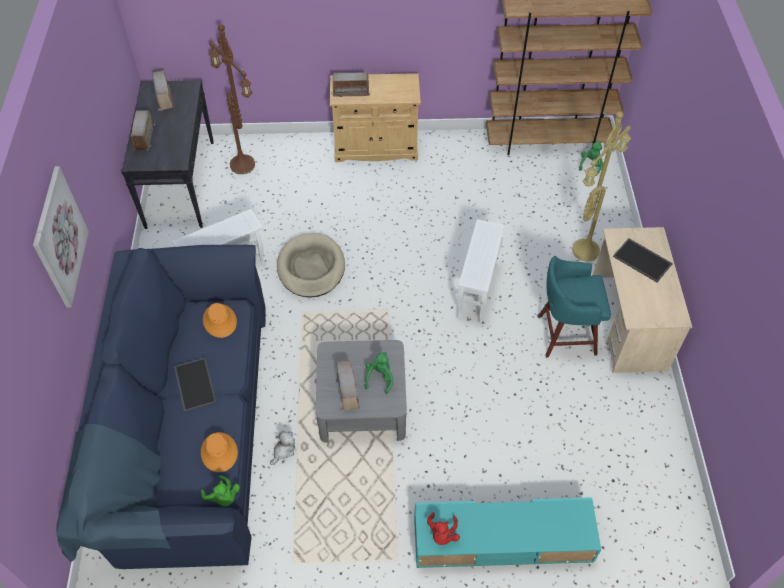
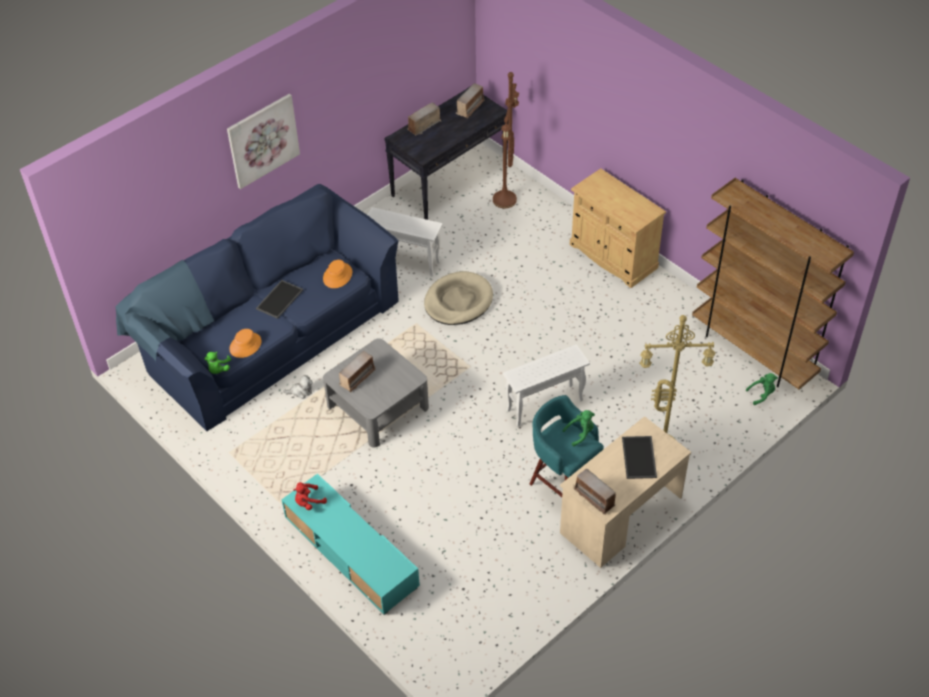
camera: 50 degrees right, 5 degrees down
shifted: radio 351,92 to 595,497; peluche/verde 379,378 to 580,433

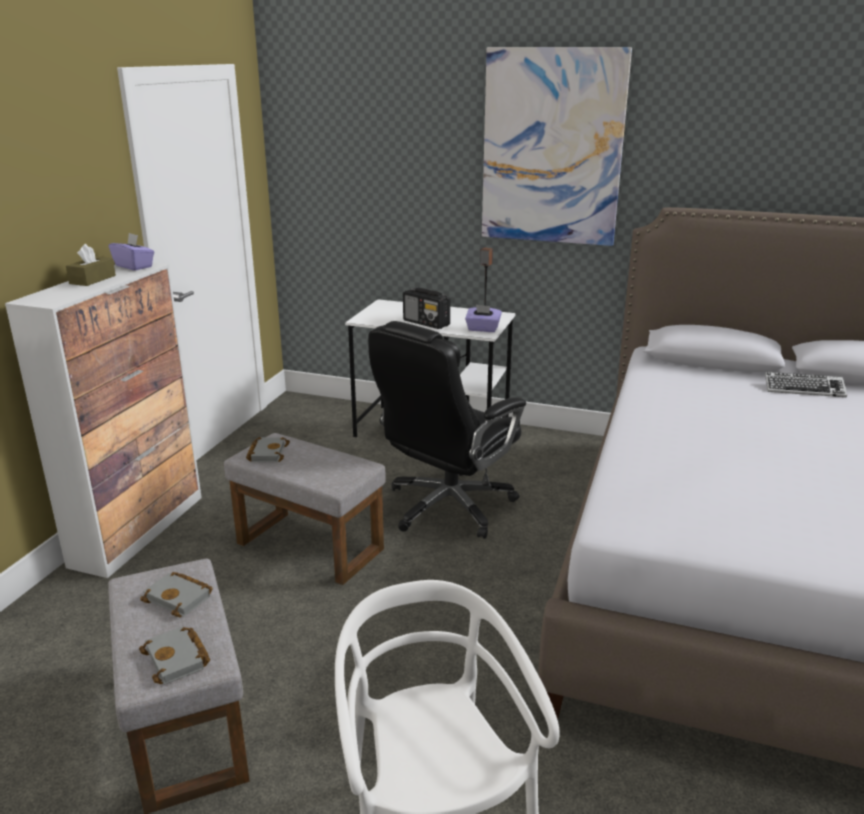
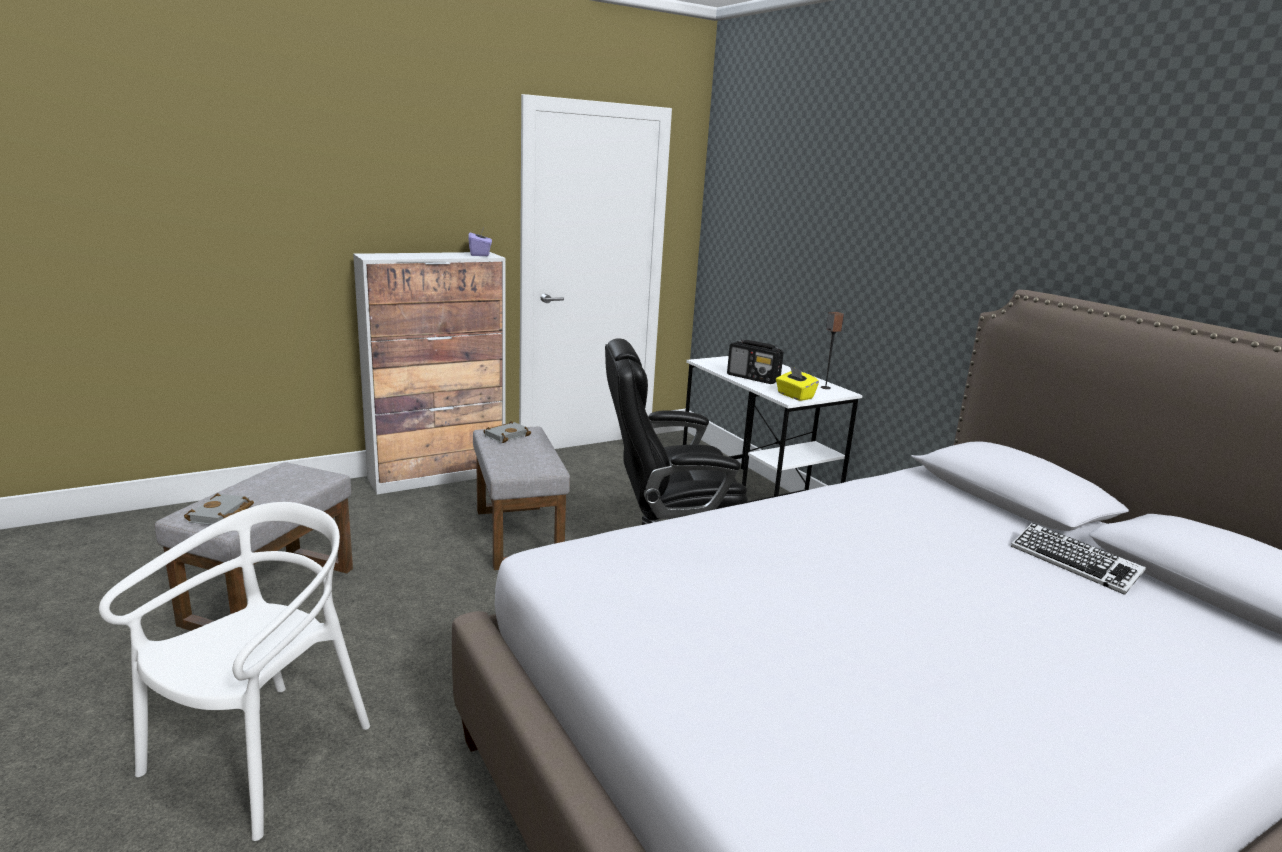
camera: 40 degrees right, 5 degrees down
gone: caja de pañuelos/marrón 92,279; libro/gris 180,598; cuadro 552,148
repainted: caja de pañuelos/morado 482,329 to caja de pañuelos/amarillo 794,396
rotated: radio 426,323 = 753,378 45 degrees counterclockwise

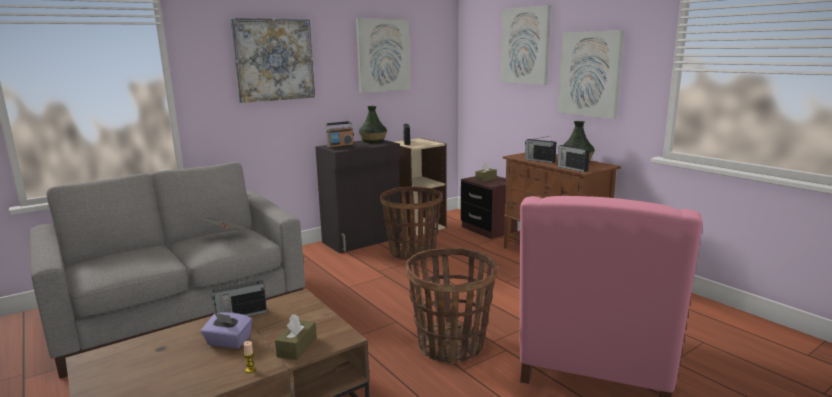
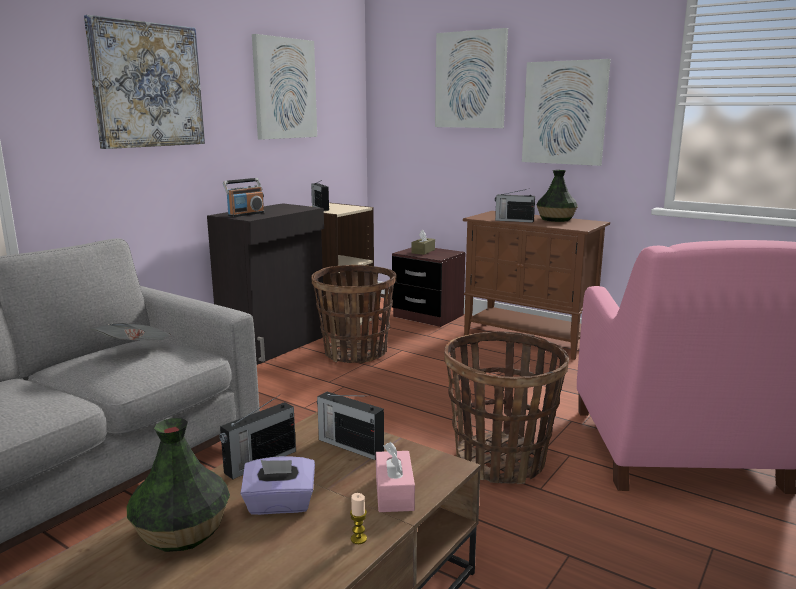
camera: 20 degrees left, 0 degrees up
shifted: florero 372,141 to 181,531; radio 572,168 to 349,446
repainted: caja de pañuelos/marrón 297,347 to caja de pañuelos/rosa 394,492

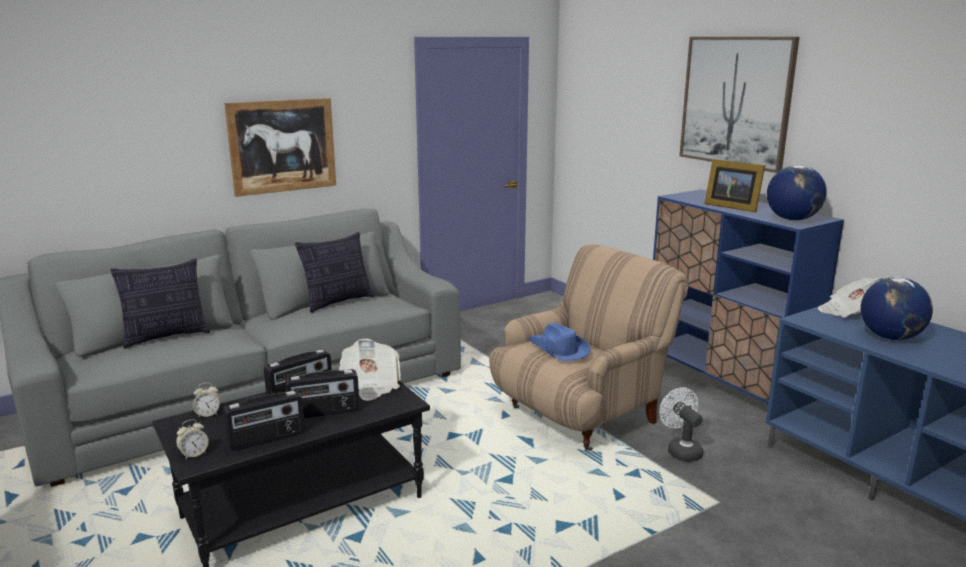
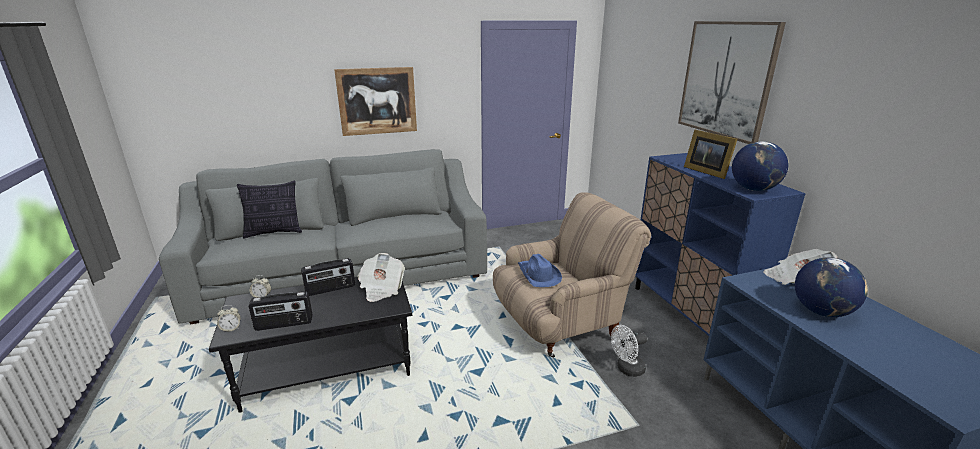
camera: 15 degrees right, 5 degrees up
gone: radio 324,412; cojín 338,302
rotated: ventilador/blanco 681,450 = 627,369 105 degrees counterclockwise

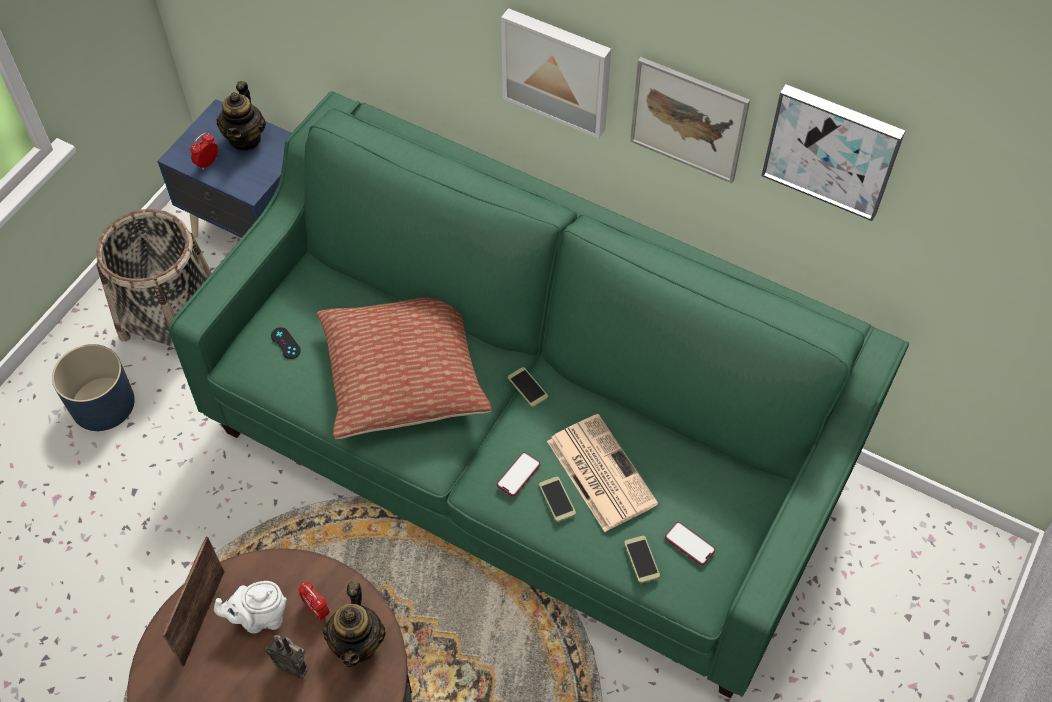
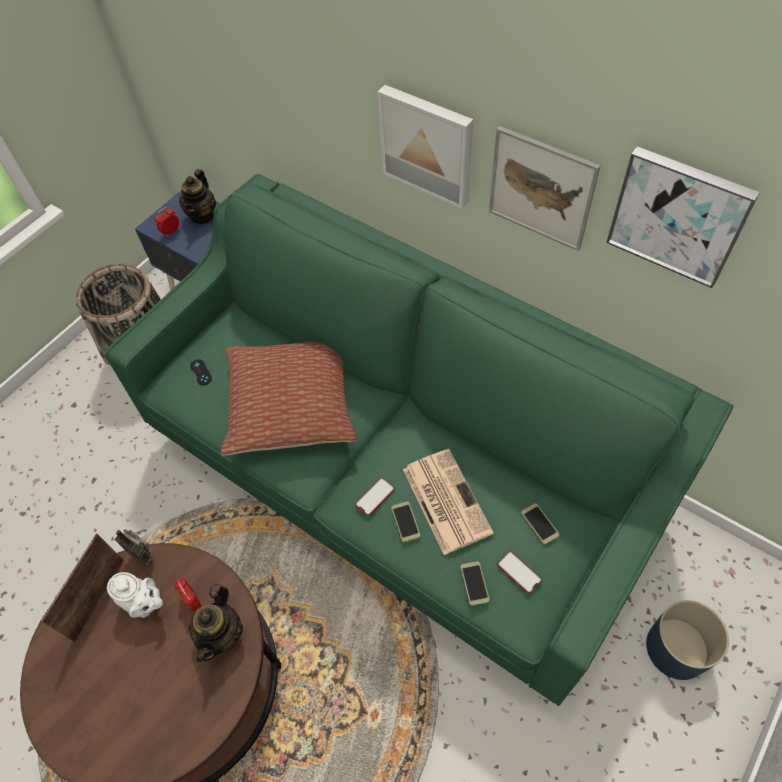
camera: 10 degrees right, 0 degrees up
shifted: maceta/azul 102,404 to 676,649; radio 292,665 to 144,555; móvil 527,387 to 539,524
rotated: tetera/blanco 260,618 = 145,604 150 degrees counterclockwise

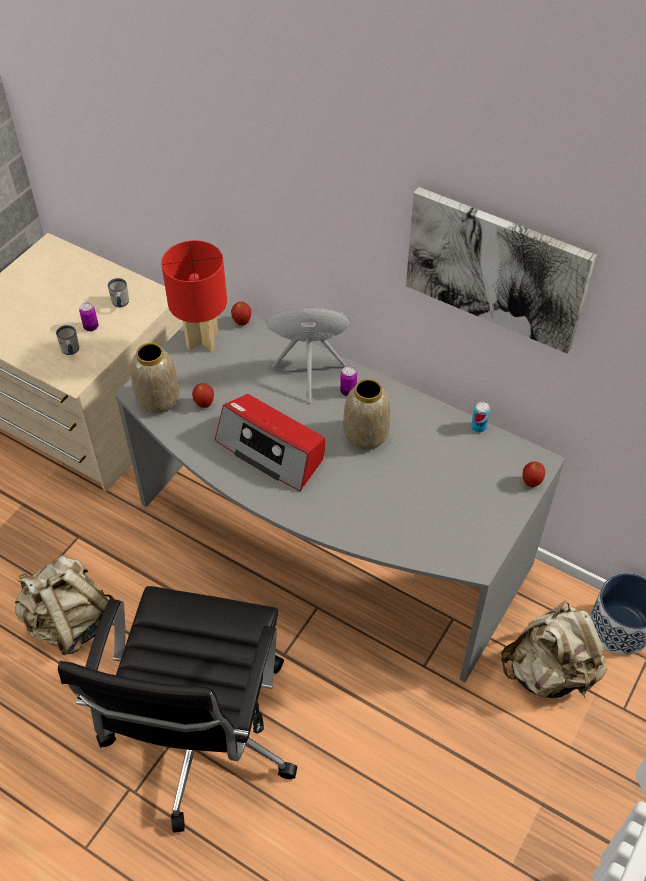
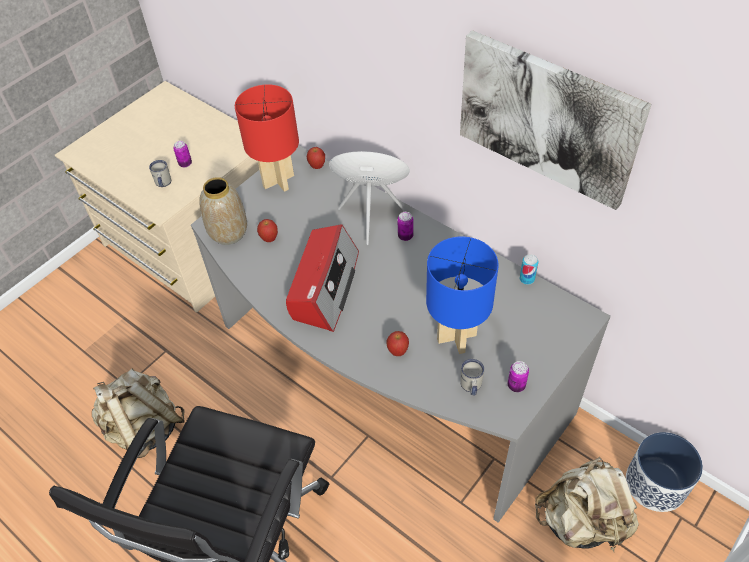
camera: 10 degrees right, 0 degrees up
gone: florero 366,435
new: lámpara de mesa/azul 457,338; lata 516,385
shifted: taza grande/blanco 120,304 to 471,387; manzana 531,482 to 398,351
rotated: radio 272,450 = 324,287 120 degrees counterclockwise

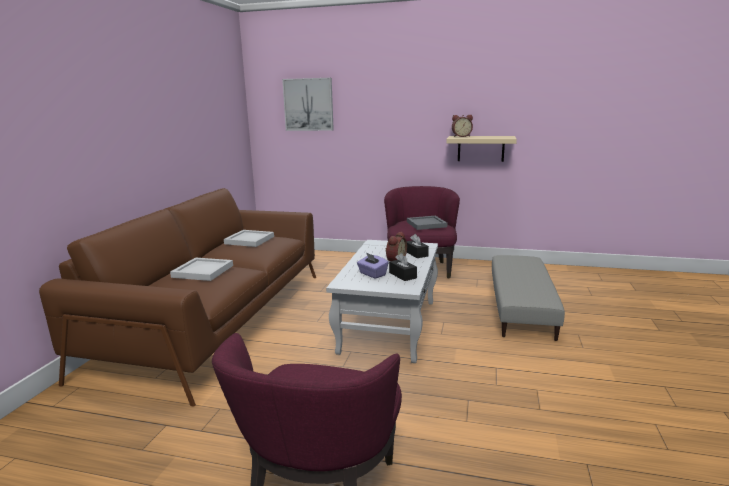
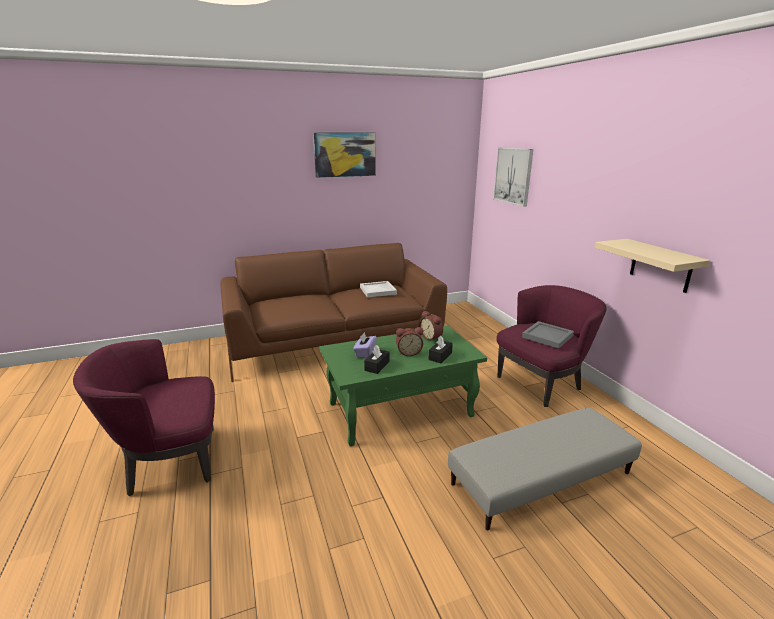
camera: 55 degrees right, 5 degrees up
gone: bandeja/blanco 202,271
new: cuadro 345,154
shifted: despertador 461,136 to 431,337
repainted: mesa de centro/blanco 389,325 to mesa de centro/verde 401,409

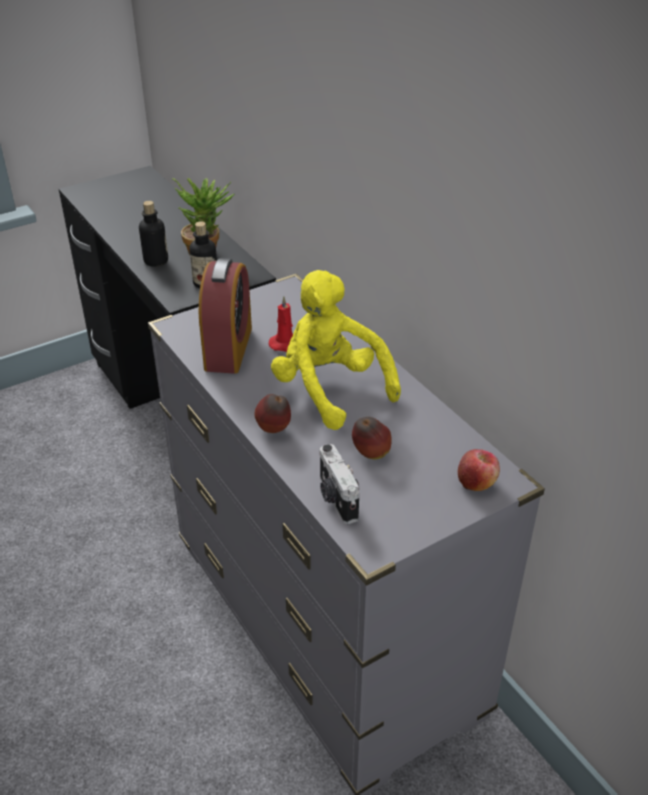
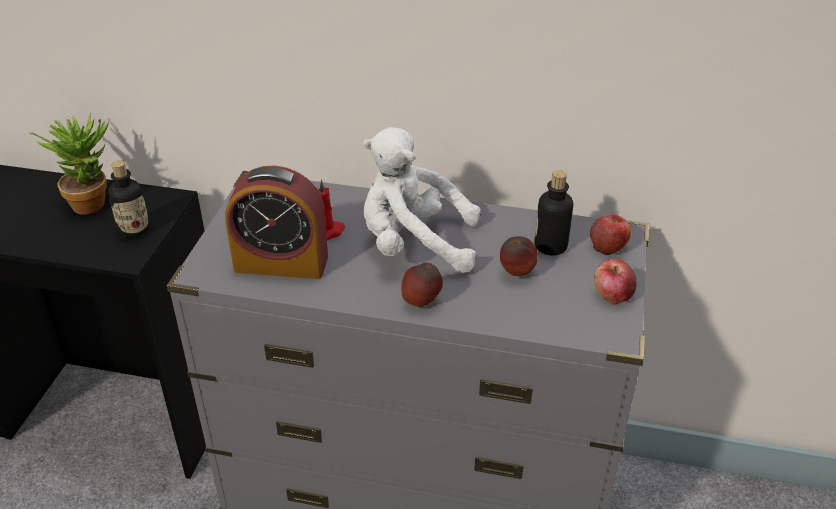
camera: 45 degrees left, 0 degrees up
gone: cámara 336,499
new: manzana 612,294
shifted: botella 156,261 to 550,246
repainted: peluche/amarillo 329,389 to peluche/blanco 414,245
rotated: despertador 228,348 = 281,263 135 degrees clockwise

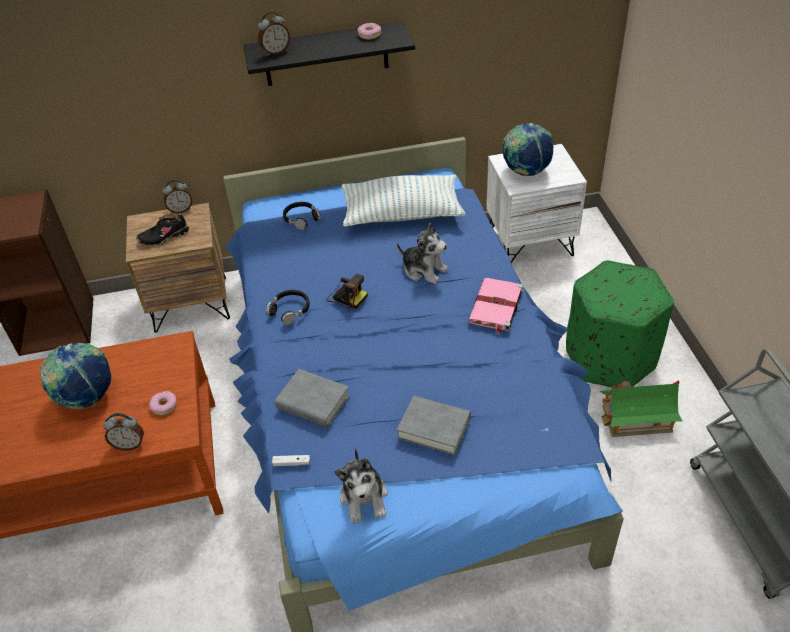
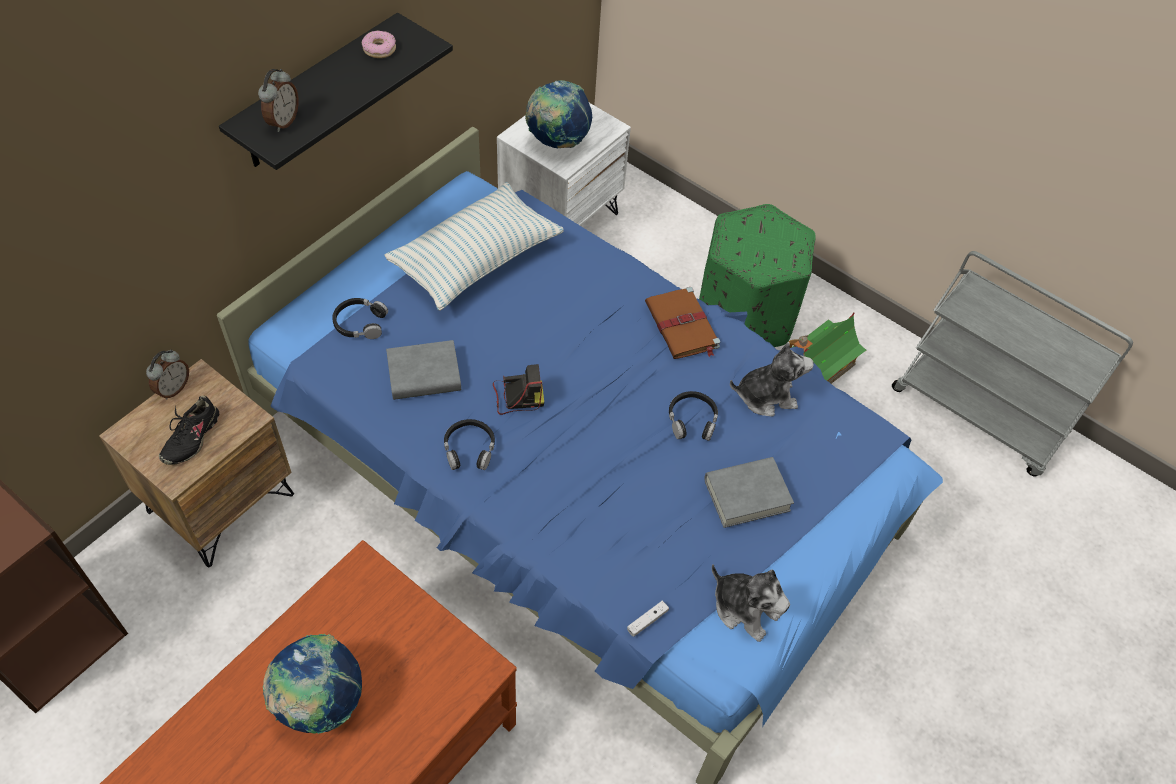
camera: 45 degrees left, 10 degrees up
gone: despertador 129,444; rosquilla 164,405
new: auriculares/negro 692,420
shifted: libro/gris 313,402 to 424,375; peluche 424,270 to 766,396
repainted: libro/rosa 495,307 to libro/marrón 682,326

